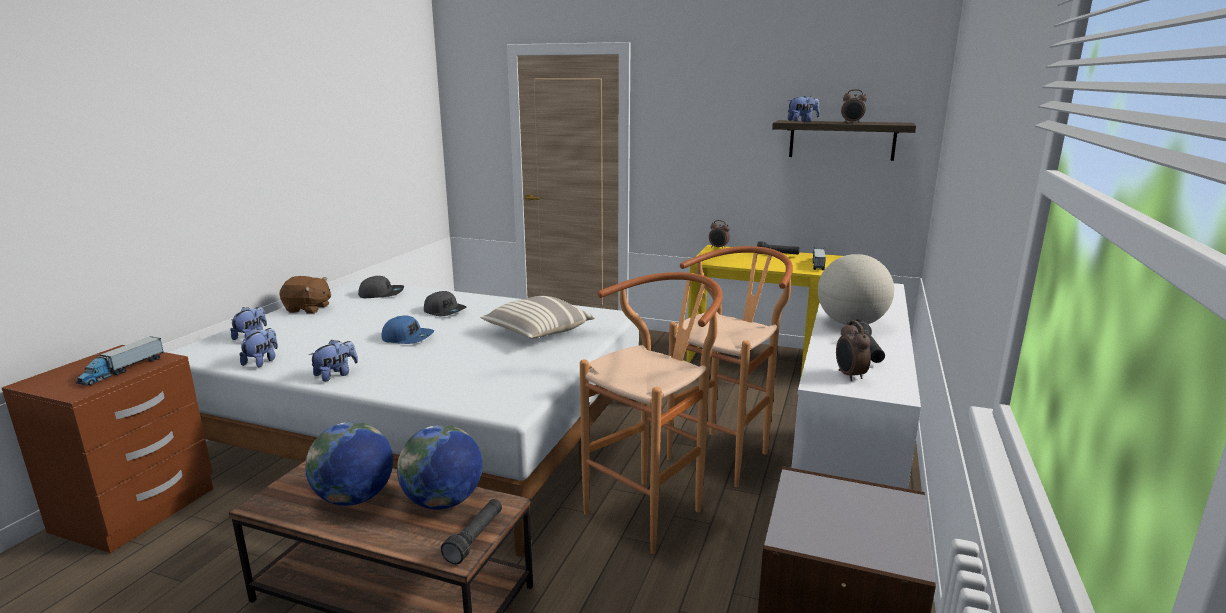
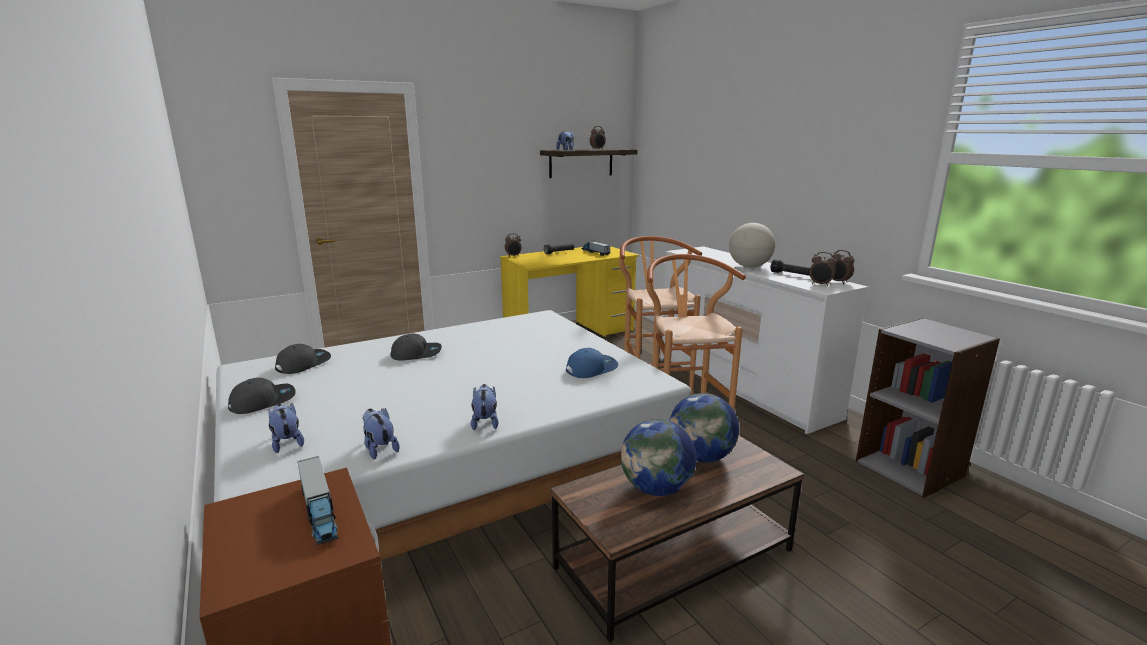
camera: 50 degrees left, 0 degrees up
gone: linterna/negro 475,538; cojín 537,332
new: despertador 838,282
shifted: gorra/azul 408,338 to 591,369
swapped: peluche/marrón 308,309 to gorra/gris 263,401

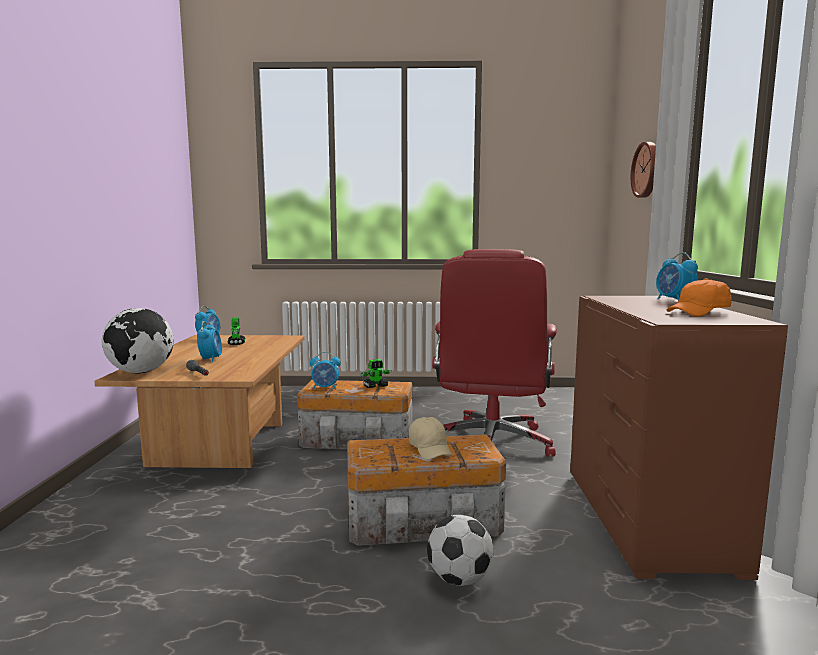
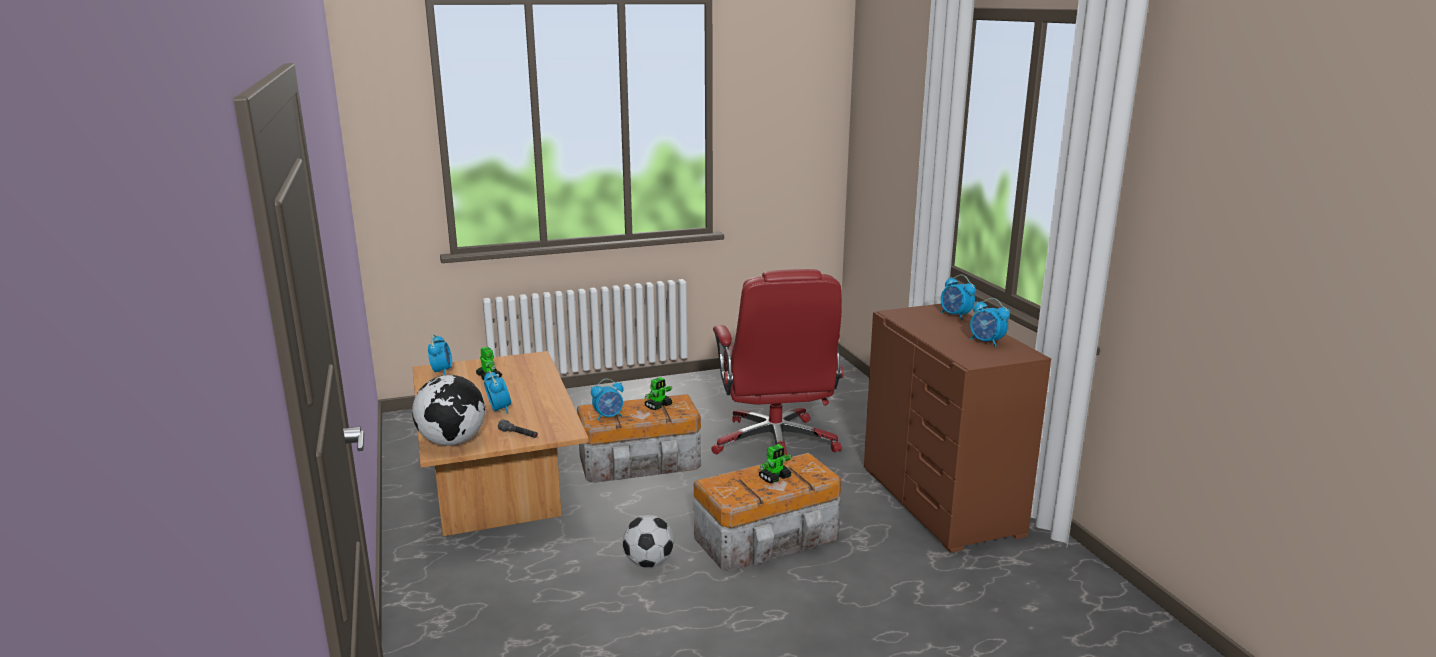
camera: 20 degrees left, 10 degrees up
gone: reloj de pared 647,170
shifted: balón de fútbol 459,579 to 649,562
swapped: gorra/beis 430,449 to robot de juguete 775,477; gorra/naranja 699,312 to despertador 986,342

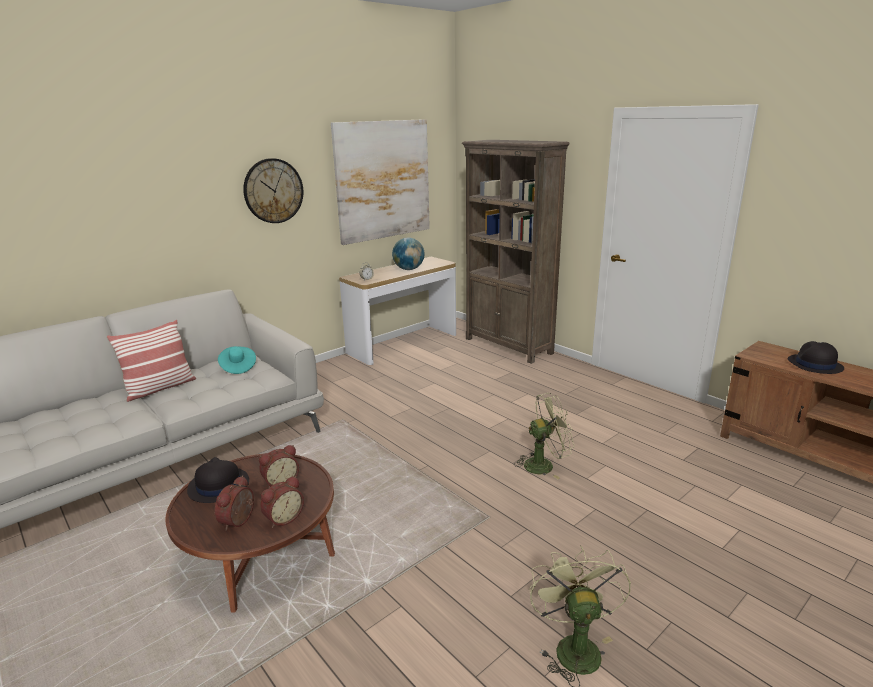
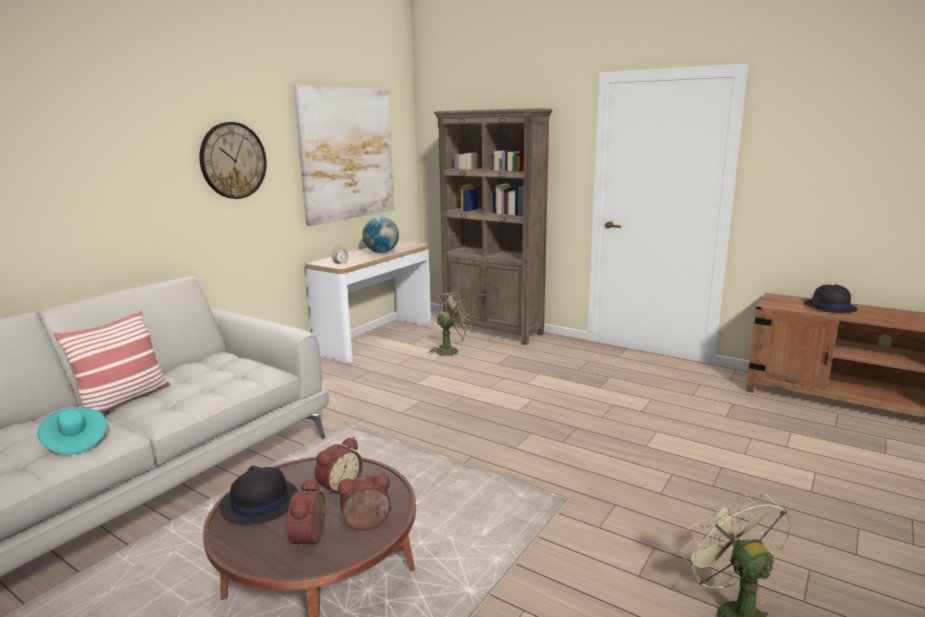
camera: 15 degrees left, 5 degrees down
shifted: sombrero/turquesa 238,367 to 75,442; ventilador/verde 544,465 to 451,351
rotated: despertador 283,518 = 367,525 135 degrees counterclockwise

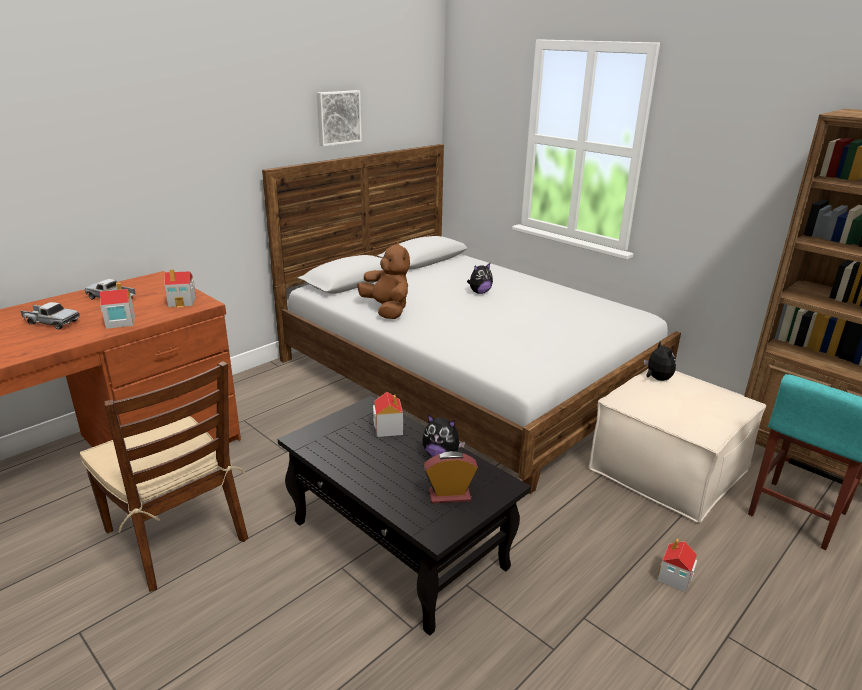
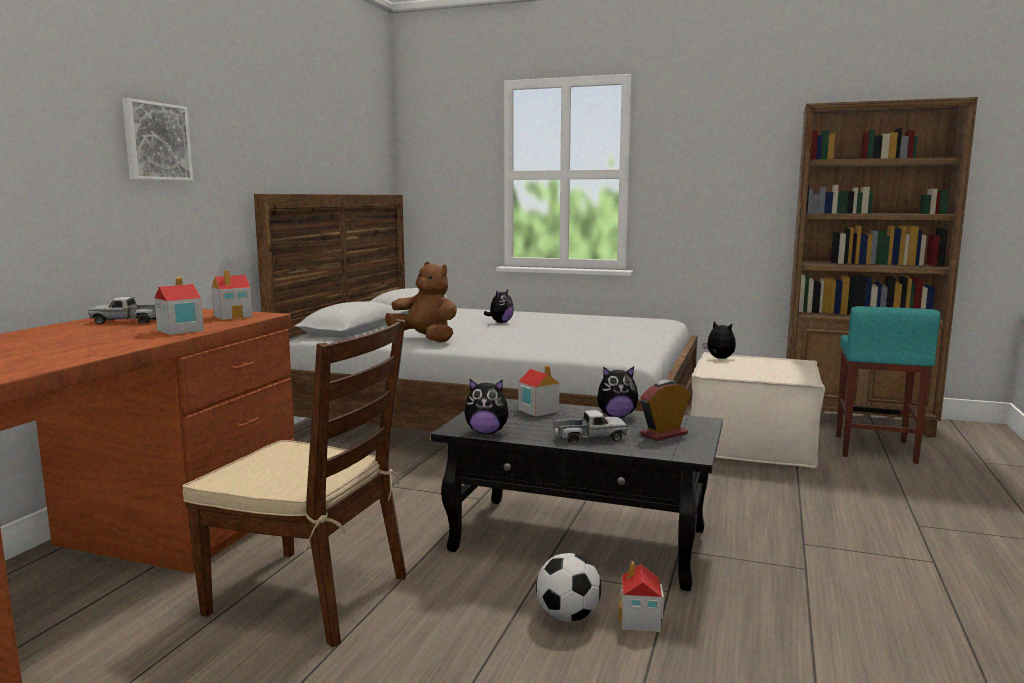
camera: 25 degrees left, 15 degrees down
new: peluche 487,432; balón de fútbol 568,616
shifted: camión de juguete 51,322 to 589,437; cuadro 338,117 to 155,142; casita 674,578 to 640,620

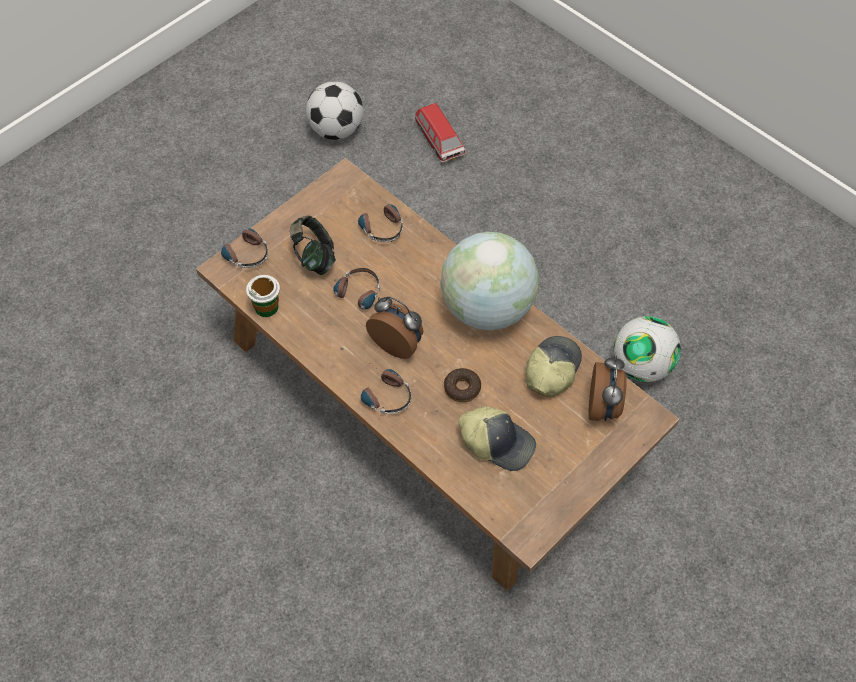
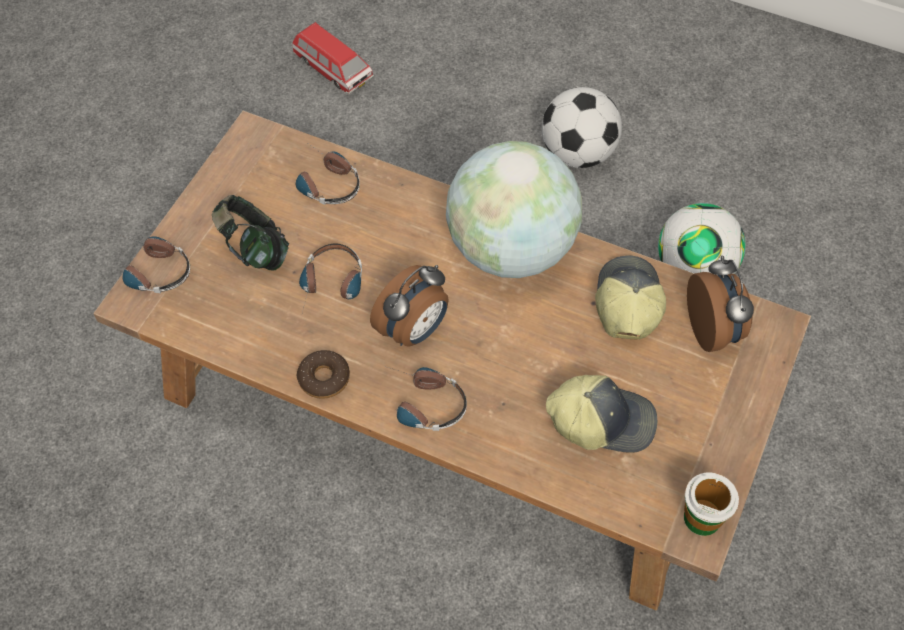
camera: 20 degrees left, 0 degrees up
shifted: taza 266,307 to 702,517; balón de fútbol 336,130 to 578,153; rosquilla 462,388 to 324,378
rotated: despertador 397,343 = 414,330 120 degrees clockwise

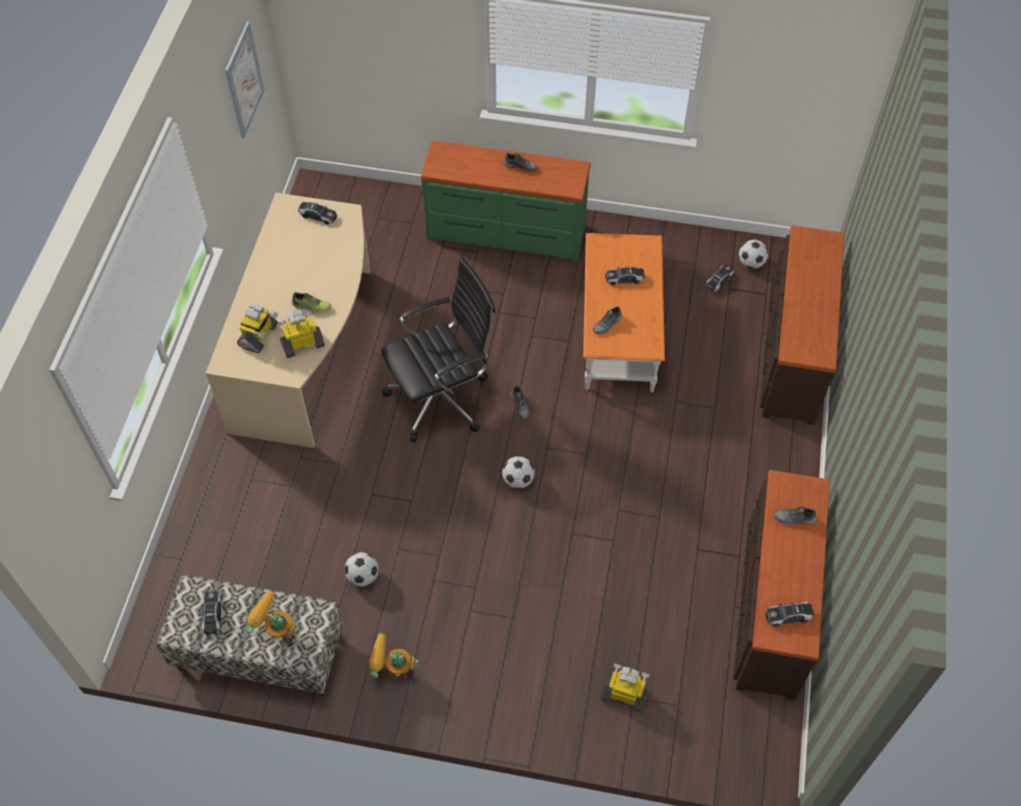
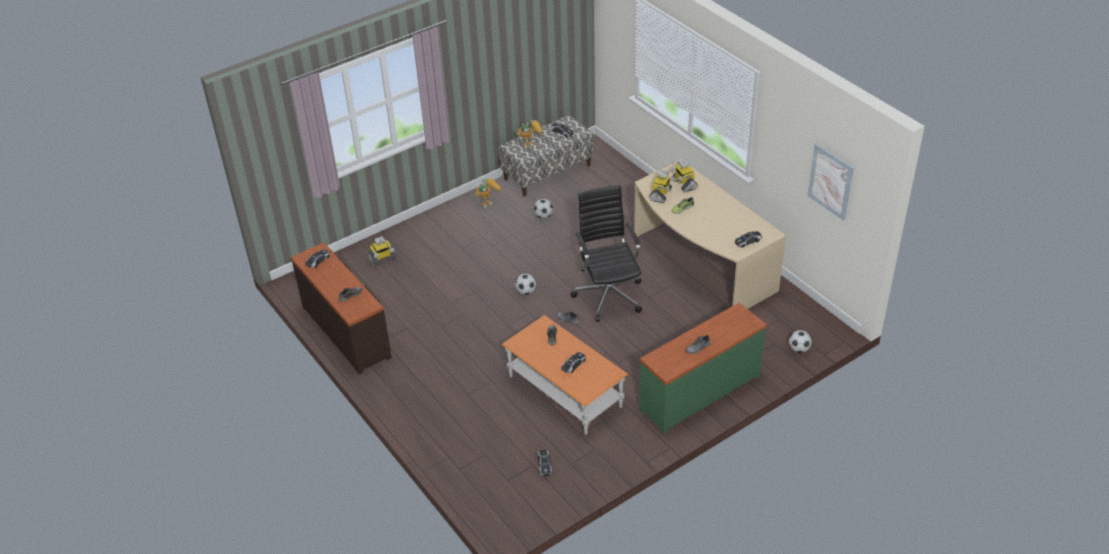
camera: 135 degrees right, 15 degrees down
gone: cómoda/marrón 791,353
shifted: balón de fútbol 751,263 to 799,349
rotated: silla de oficina/negro 442,398 = 608,294 150 degrees clockwise

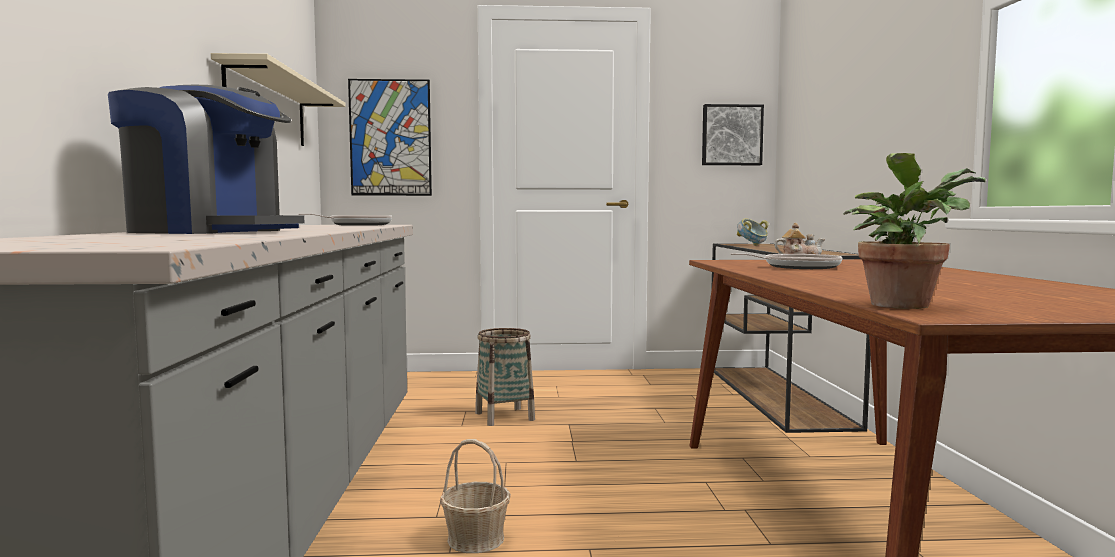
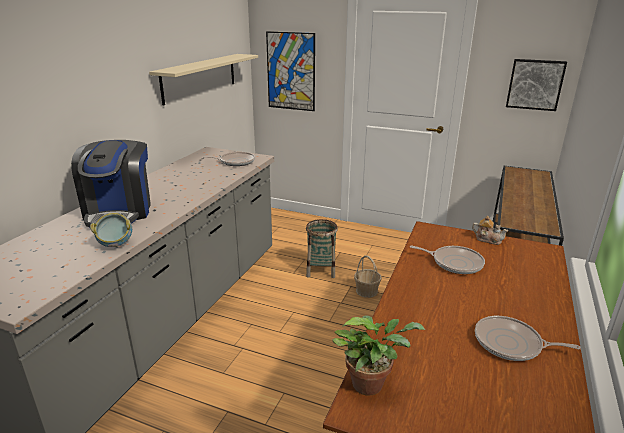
camera: 25 degrees right, 20 degrees up
new: sartén 511,344
shifted: cesta 475,539 to 366,291; cuenco 752,245 to 115,245
rotated: cafetera 212,231 = 119,212 45 degrees clockwise

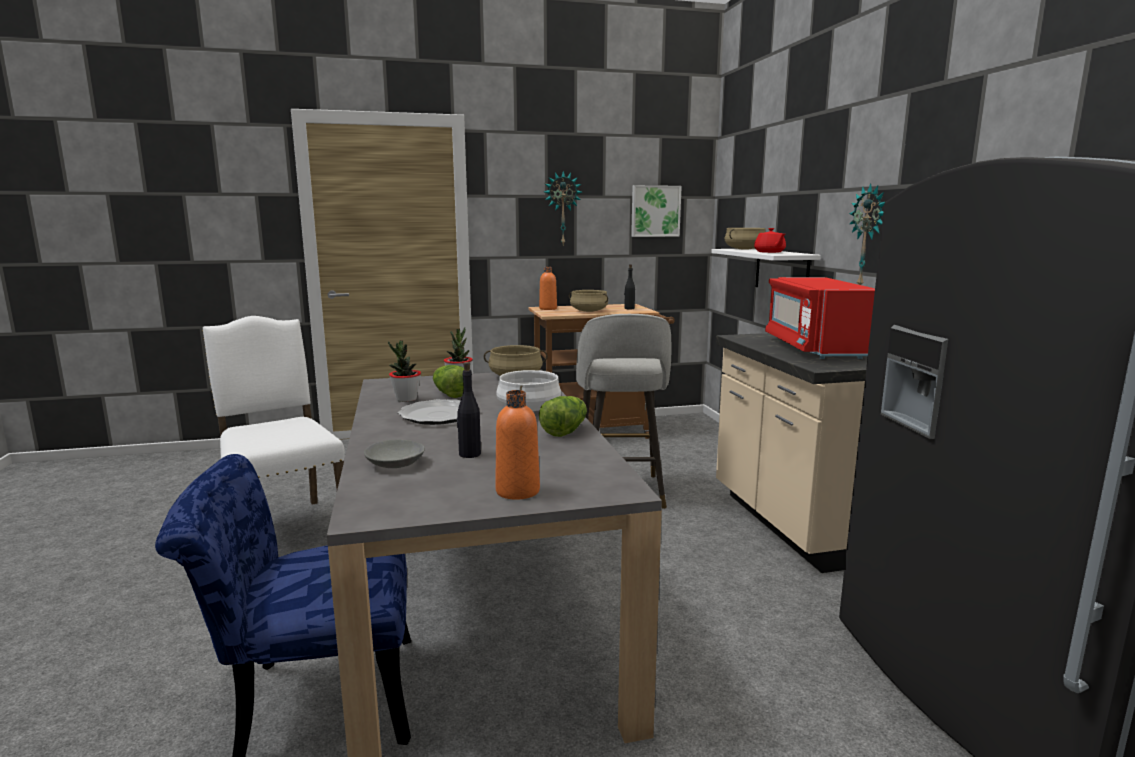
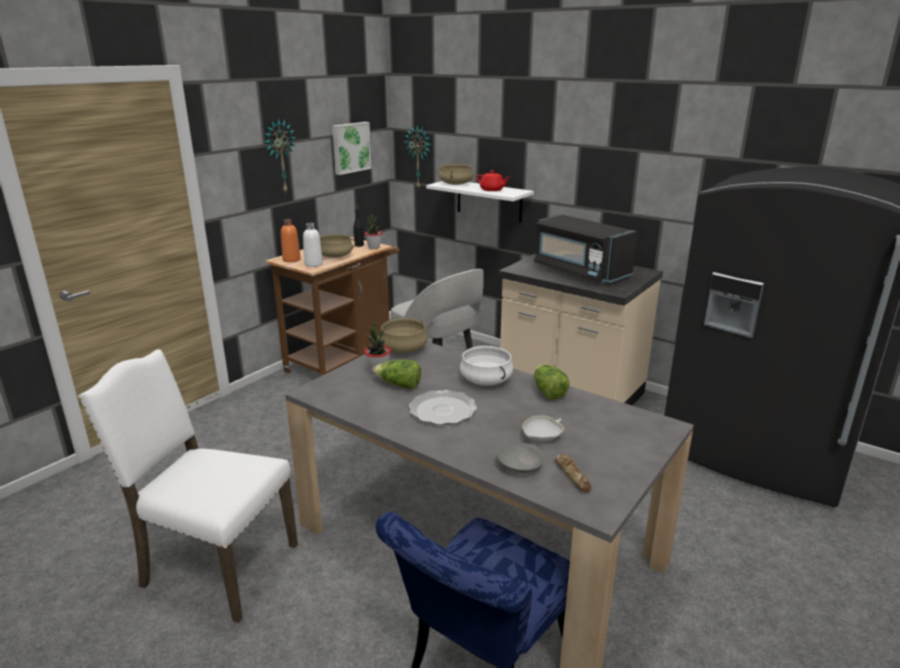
camera: 40 degrees left, 10 degrees up
gone: botella/naranja 517,491
new: botella/blanco 313,264; pan 572,476
shifted: planta en maceta 406,399 to 374,247; reloj de pared 868,236 to 419,157
swapped: botella/negro 469,454 to cuenco/blanco 542,436
repainted: microondas/rojo 815,348 to microondas/negro 579,271

